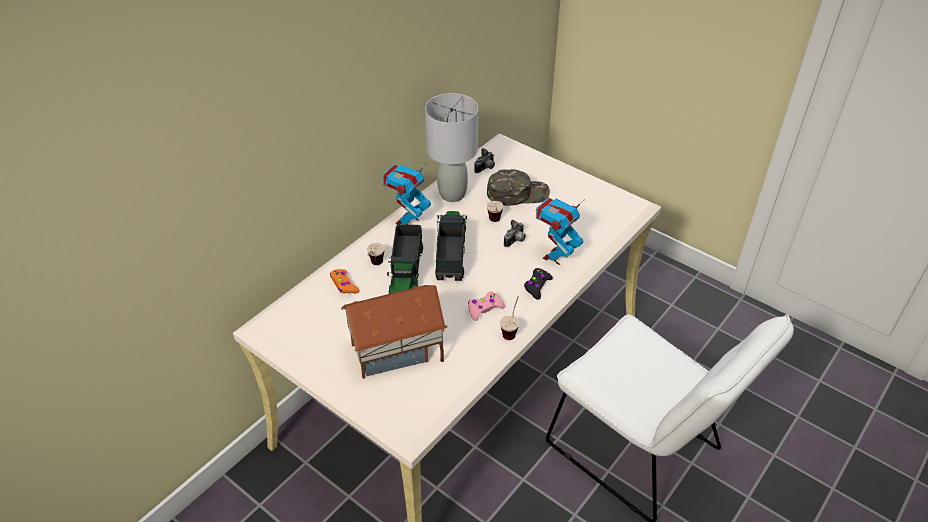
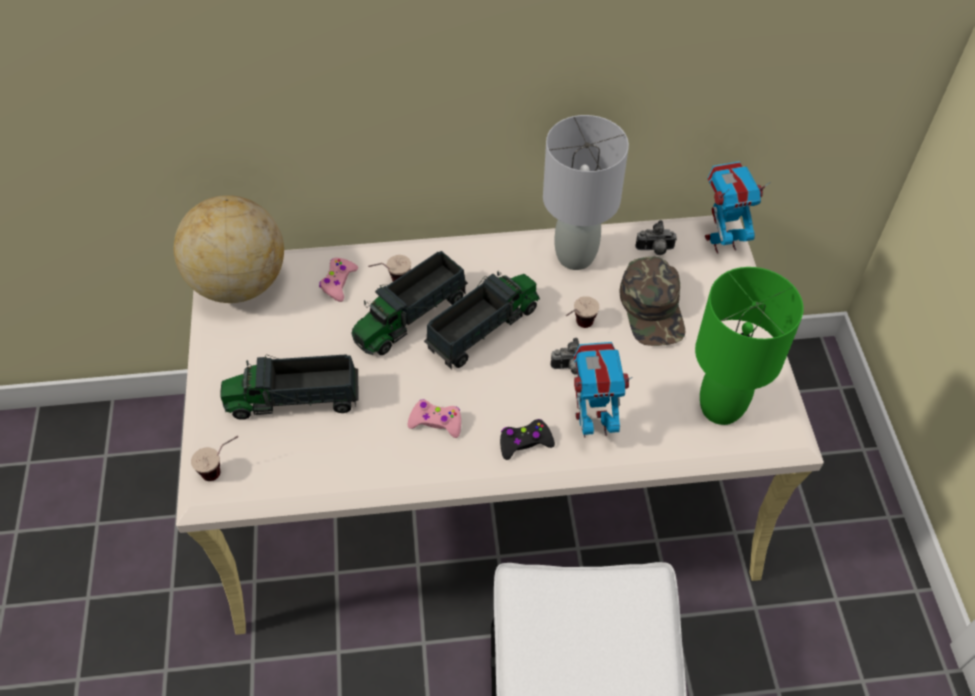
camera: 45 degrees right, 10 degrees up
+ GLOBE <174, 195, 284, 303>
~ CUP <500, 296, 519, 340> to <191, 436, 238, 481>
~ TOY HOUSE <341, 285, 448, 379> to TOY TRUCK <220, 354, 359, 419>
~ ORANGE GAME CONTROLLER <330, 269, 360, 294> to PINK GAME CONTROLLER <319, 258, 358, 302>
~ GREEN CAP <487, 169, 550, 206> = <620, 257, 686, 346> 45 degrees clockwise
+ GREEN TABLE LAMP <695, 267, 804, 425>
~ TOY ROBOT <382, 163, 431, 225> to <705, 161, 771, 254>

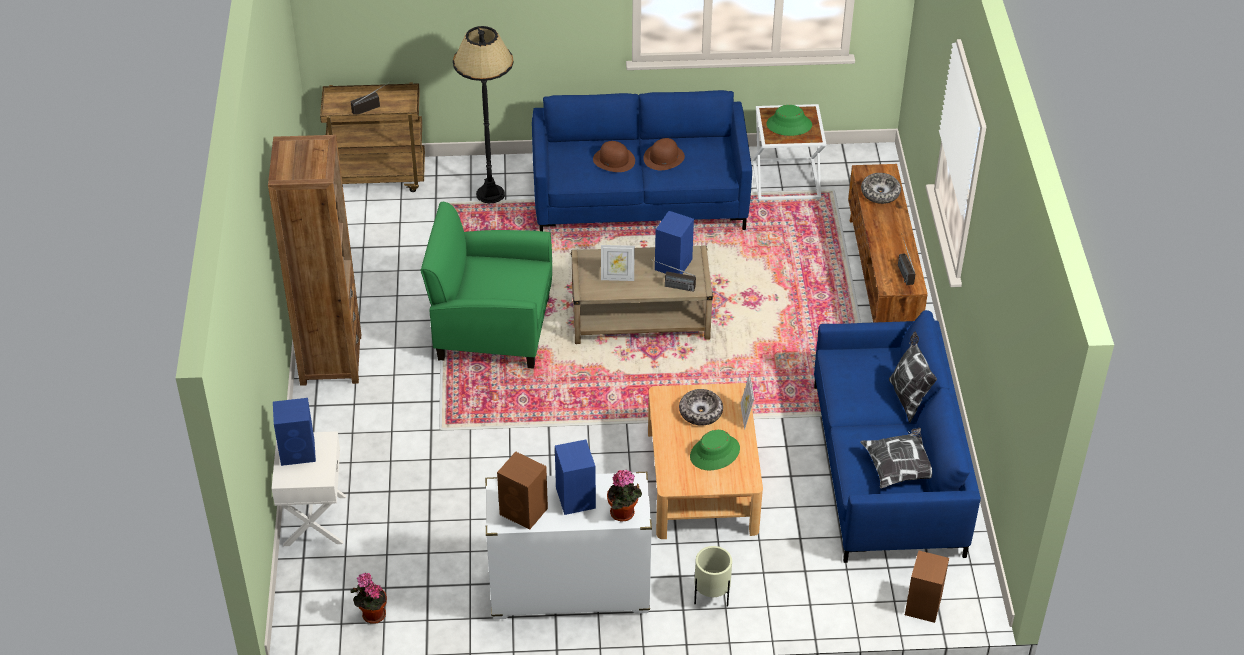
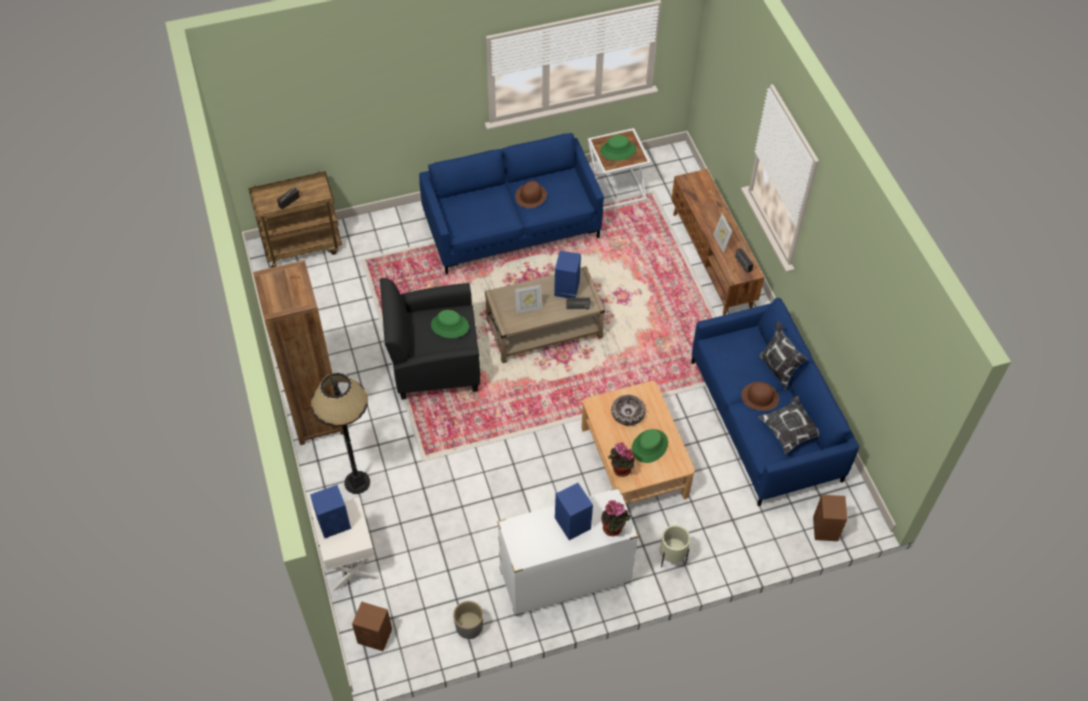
camera: 15 degrees left, 10 degrees up
~ BLACK FLOOR LAMP <453, 26, 514, 203> to <311, 373, 370, 494>
~ BROWN SPEAKER <497, 451, 548, 530> to <352, 601, 392, 651>
~ GREEN ARMCHAIR <420, 202, 552, 369> to BLACK ARMCHAIR <380, 278, 480, 400>
+ GREEN HAT <431, 310, 469, 338>
+ GREY PLANTER <453, 601, 483, 639>
~ POTTED PLANT <351, 573, 387, 624> to <608, 442, 635, 477>
~ PICTURE FRAME <740, 374, 754, 430> to <713, 214, 732, 253>
~ BROWN HAT <593, 141, 635, 172> to <741, 382, 779, 411>
- BOWL <861, 173, 901, 204>

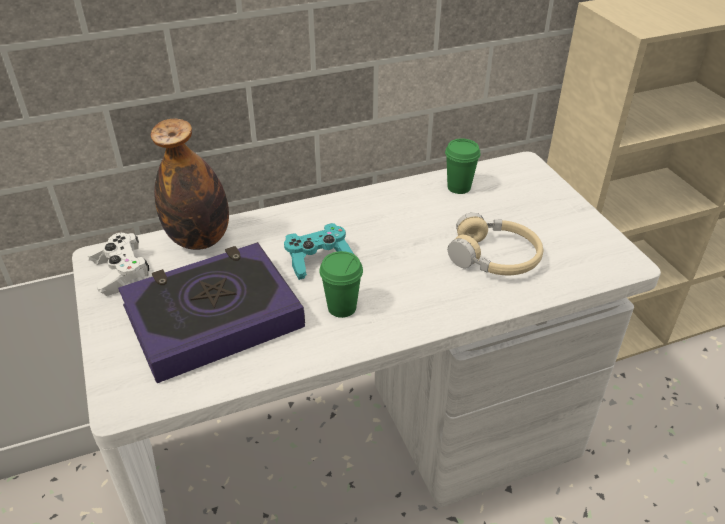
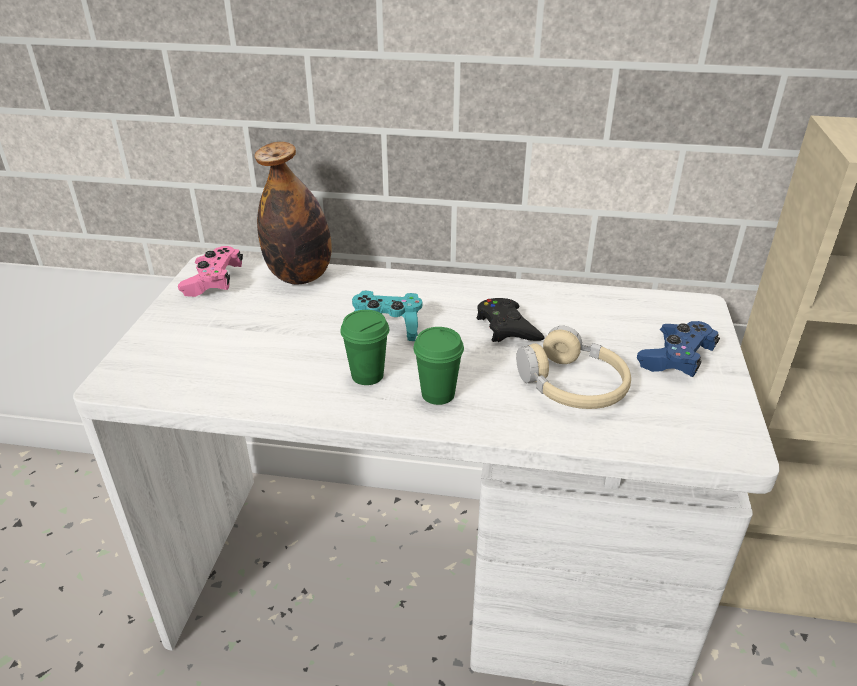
camera: 30 degrees right, 5 degrees down
~ WHITE GAME CONTROLLER <88, 233, 149, 296> to PINK GAME CONTROLLER <178, 246, 243, 297>
~ GREEN CUP <445, 139, 481, 194> to <413, 327, 464, 405>
+ BLACK GAME CONTROLLER <477, 298, 544, 342>
+ BLUE GAME CONTROLLER <637, 321, 720, 377>
- BOOK <118, 242, 305, 383>

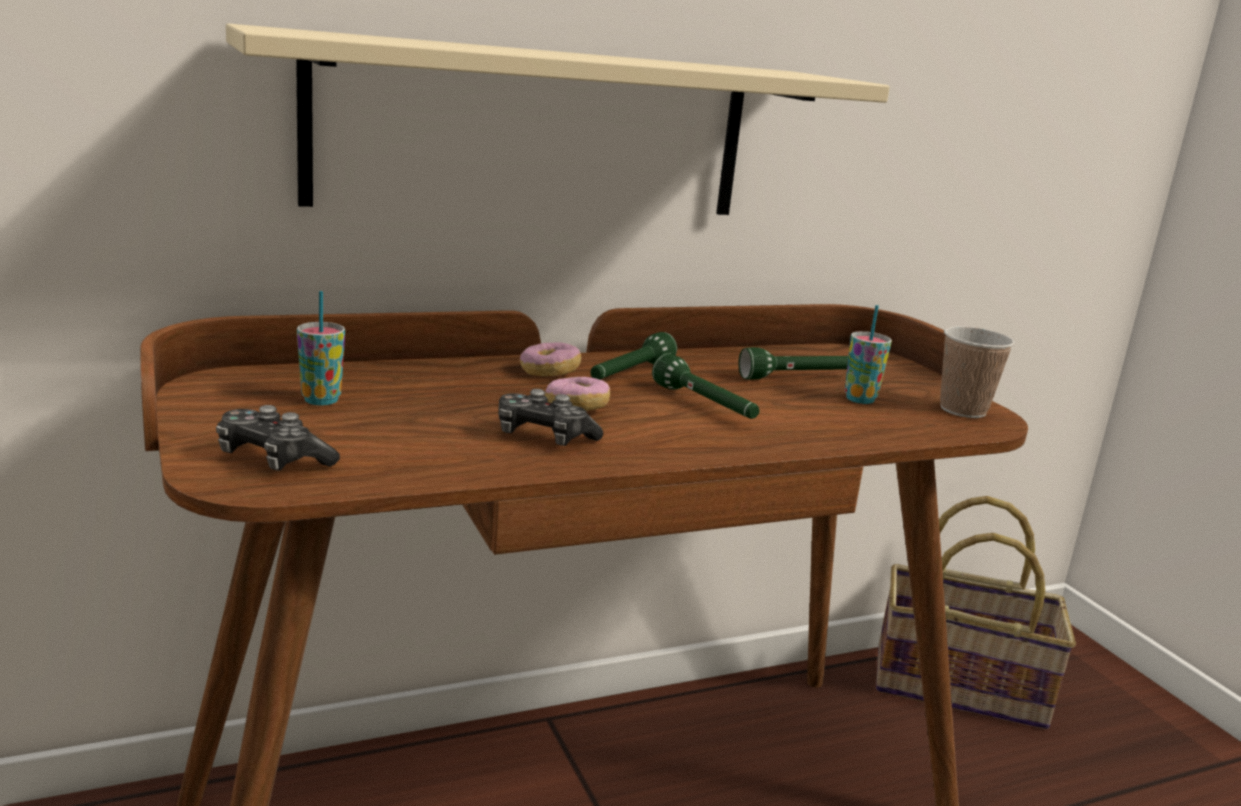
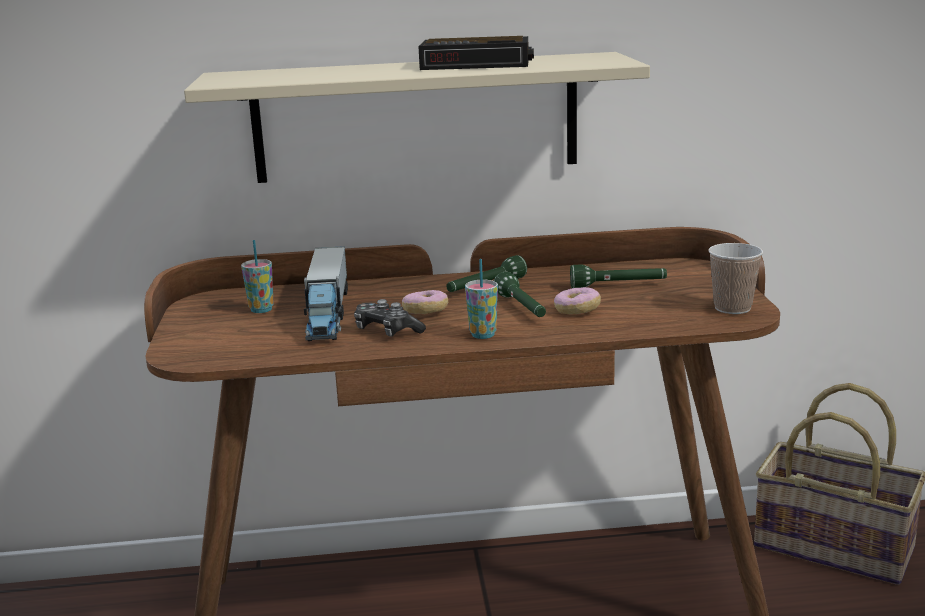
camera: 20 degrees right, 0 degrees up
+ TOY TRUCK <304, 246, 348, 341>
+ ALARM CLOCK <418, 36, 534, 70>
~ CUP <845, 305, 892, 404> to <465, 259, 498, 339>
~ DONUT <520, 342, 581, 376> to <554, 287, 601, 314>
- GAME CONTROLLER <216, 405, 340, 471>

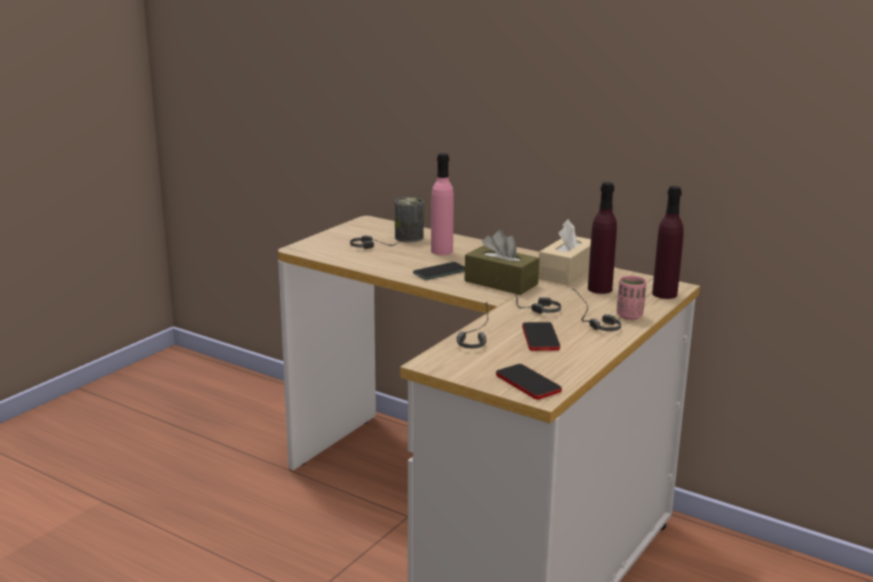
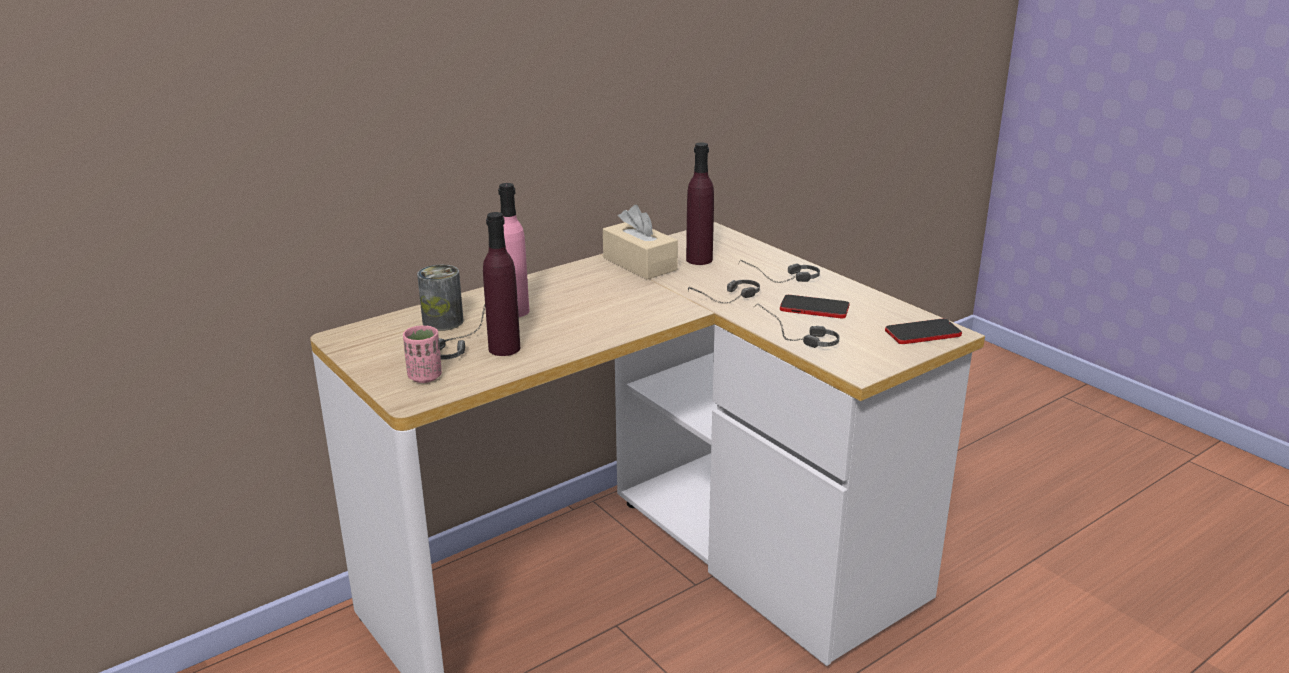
camera: 70 degrees left, 5 degrees up
~ PINK CUP <616, 276, 647, 320> to <403, 326, 442, 383>
~ PURPLE BOTTLE <652, 186, 684, 299> to <483, 212, 520, 356>
- PHONE <413, 262, 465, 280>
- BROWN TISSUE BOX <465, 230, 539, 295>

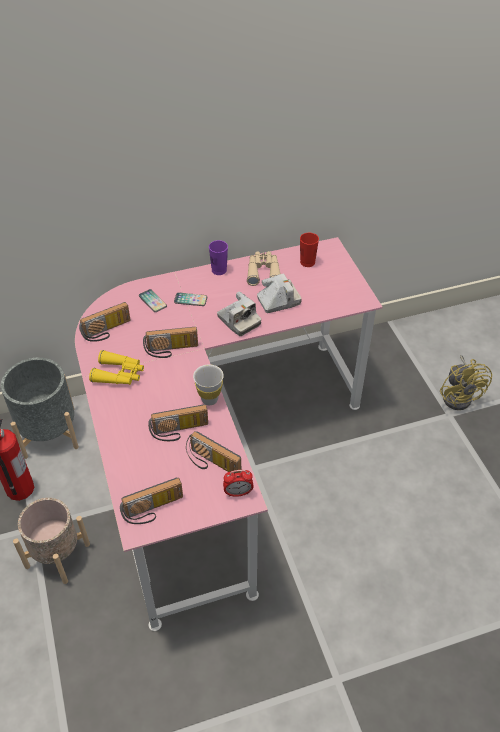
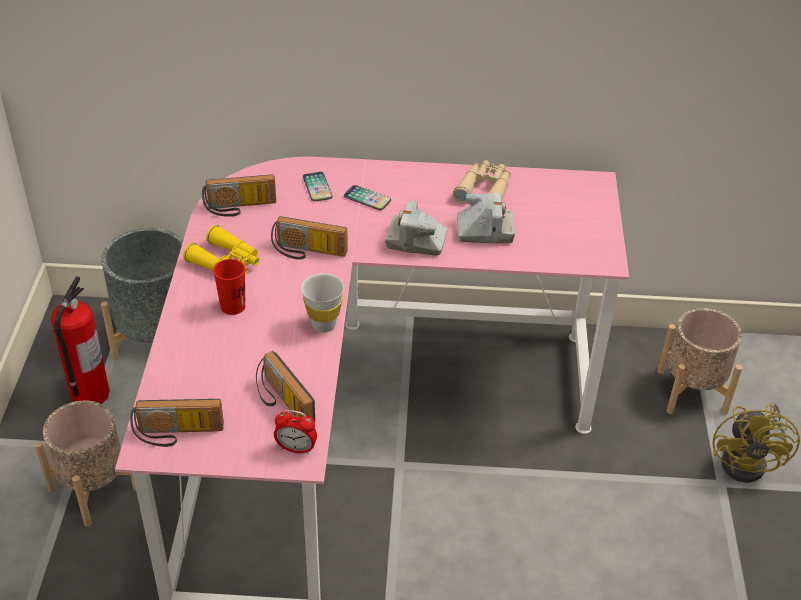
camera: 20 degrees right, 5 degrees down
~ RED CUP <300, 233, 319, 267> to <213, 259, 245, 315>
~ PHOTO CAMERA <217, 291, 261, 336> = <385, 201, 447, 256> 120 degrees clockwise
+ BEIGE PLANTER <657, 308, 743, 415>
- RADIO <148, 404, 208, 441>
- PURPLE CUP <209, 240, 228, 275>

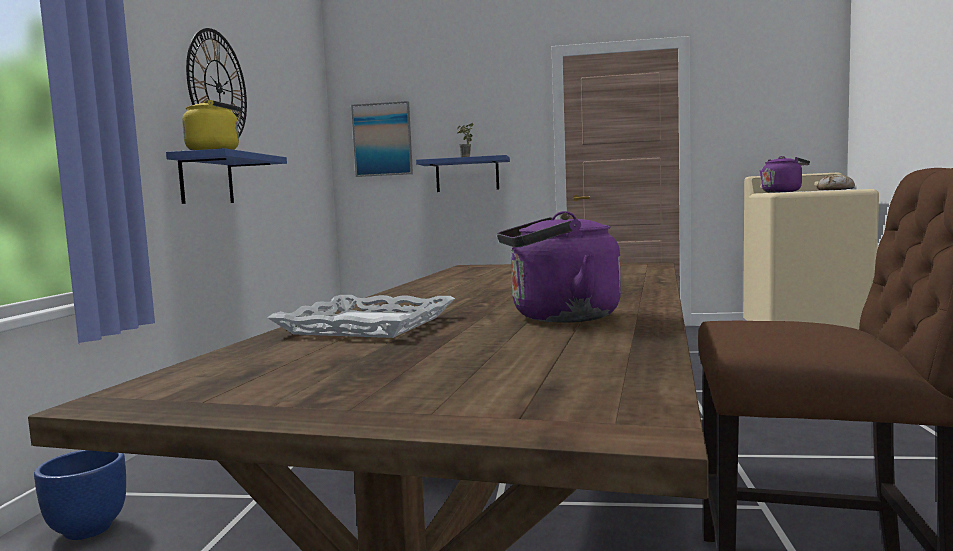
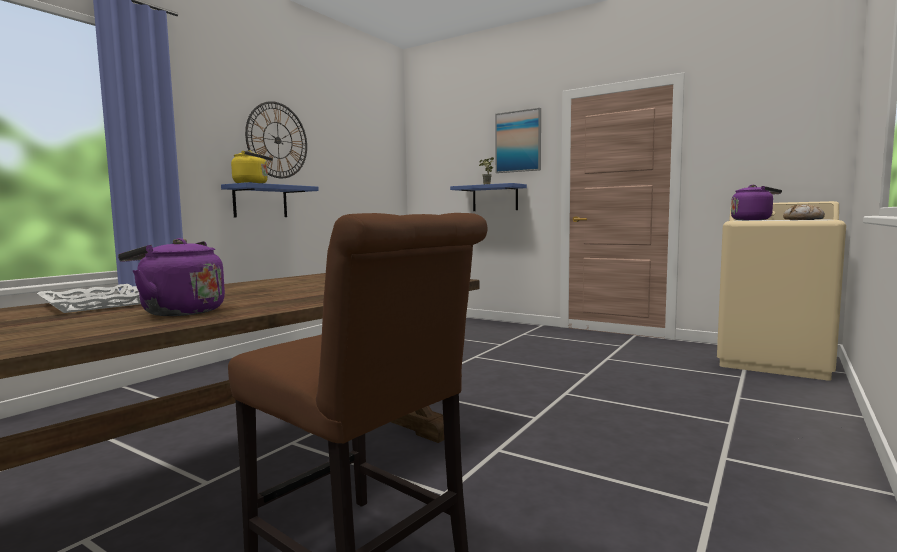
camera: 25 degrees right, 0 degrees up
~ PICTURE <351, 101, 413, 177> to <495, 108, 541, 173>
- BLUE PLANTER <34, 450, 126, 540>

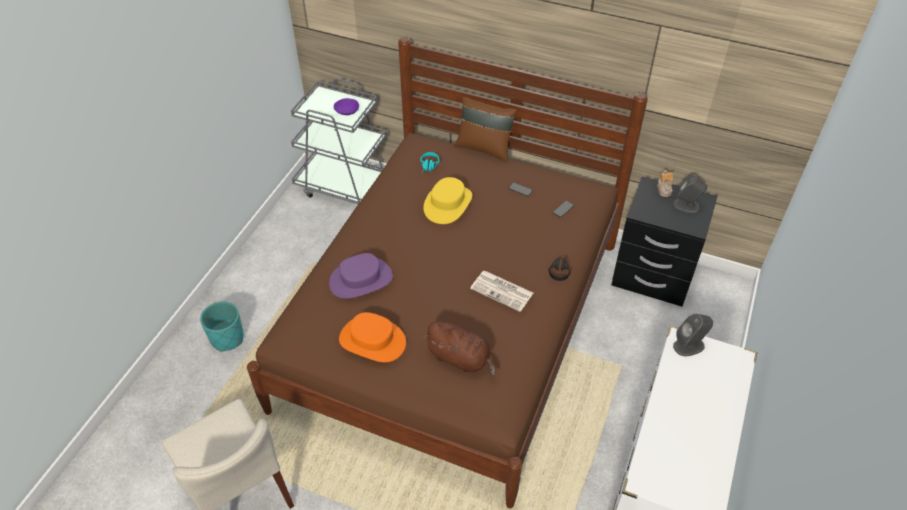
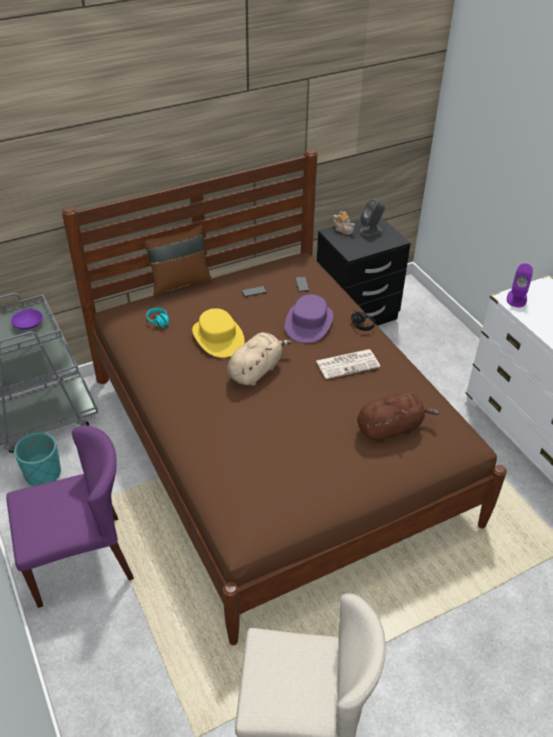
camera: 50 degrees left, 5 degrees down
+ PURPLE CHAIR <6, 425, 134, 608>
~ TURQUOISE PLANTER <200, 301, 244, 351> to <14, 432, 61, 486>
+ BEIGE PLUSH TOY <227, 332, 292, 386>
~ PURPLE HAT <329, 253, 393, 299> to <285, 294, 333, 343>
~ GREY SPEAKER <673, 313, 713, 356> to PURPLE SPEAKER <507, 263, 533, 307>
- ORANGE HAT <339, 312, 406, 362>

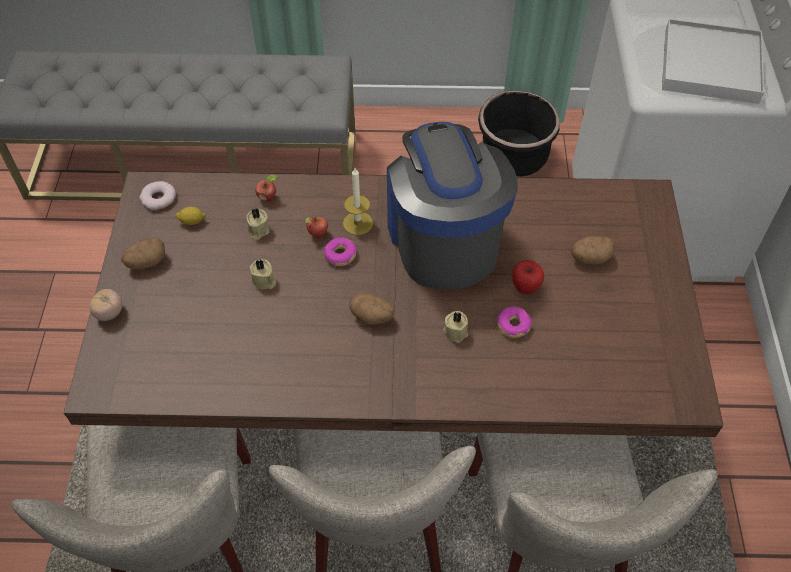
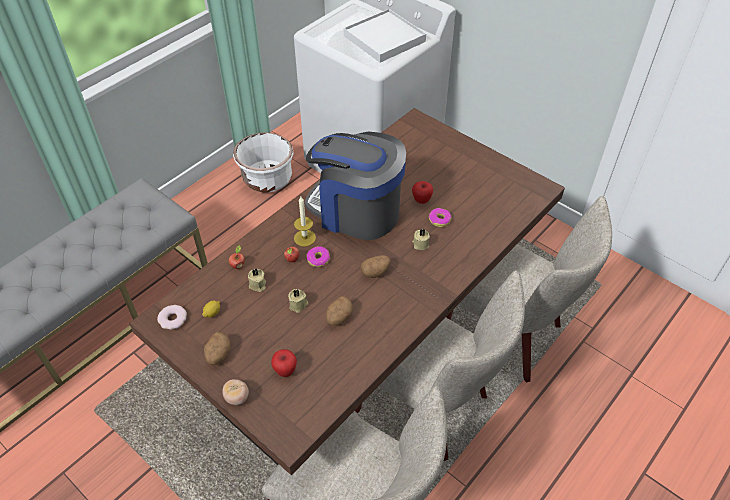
camera: 50 degrees left, 5 degrees down
~ BLACK PLANTER <478, 91, 560, 176> to WHITE PLANTER <233, 132, 294, 193>
+ APPLE <271, 349, 297, 377>
~ POTATO <571, 236, 614, 264> to <326, 296, 353, 326>

